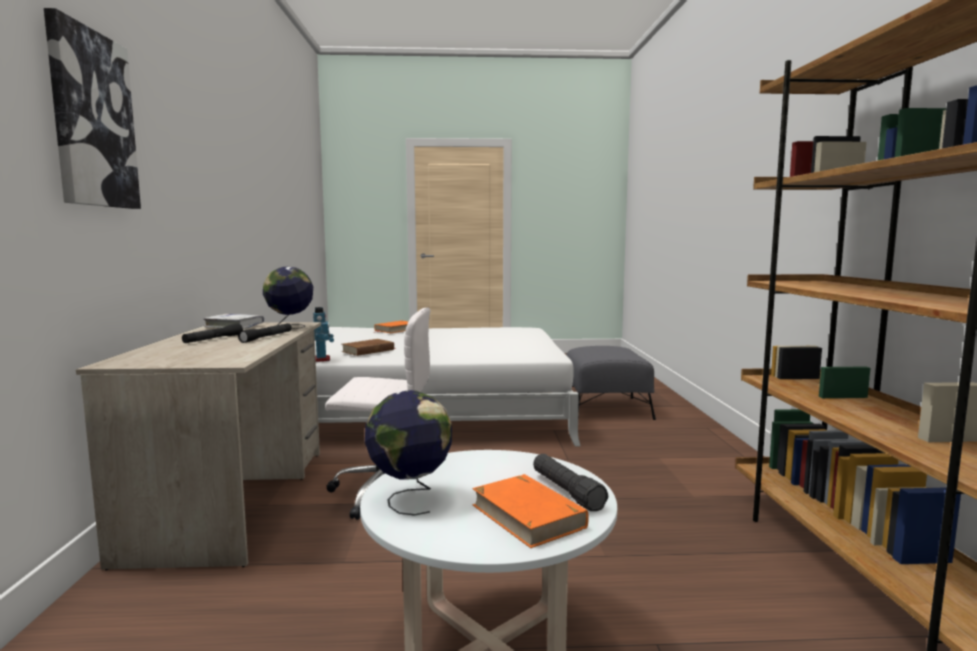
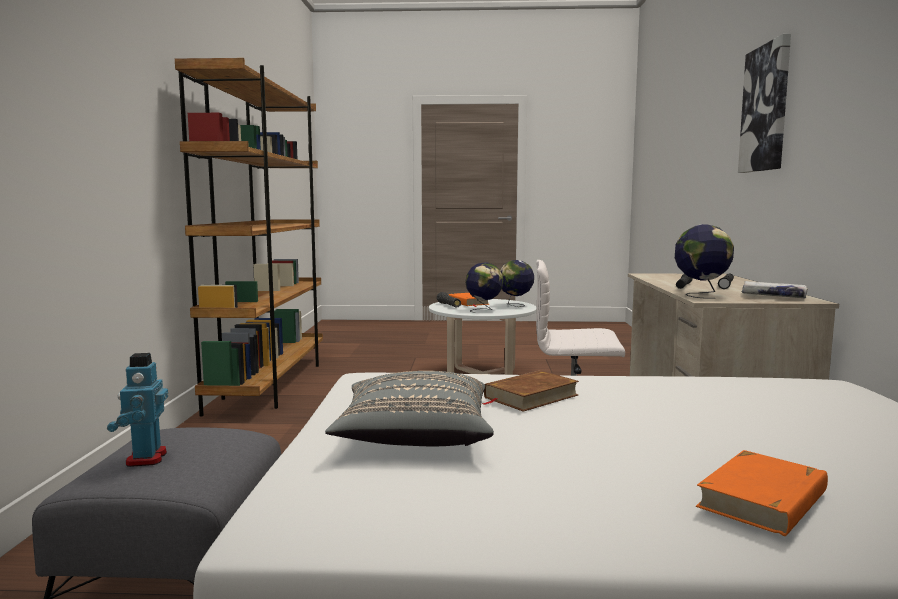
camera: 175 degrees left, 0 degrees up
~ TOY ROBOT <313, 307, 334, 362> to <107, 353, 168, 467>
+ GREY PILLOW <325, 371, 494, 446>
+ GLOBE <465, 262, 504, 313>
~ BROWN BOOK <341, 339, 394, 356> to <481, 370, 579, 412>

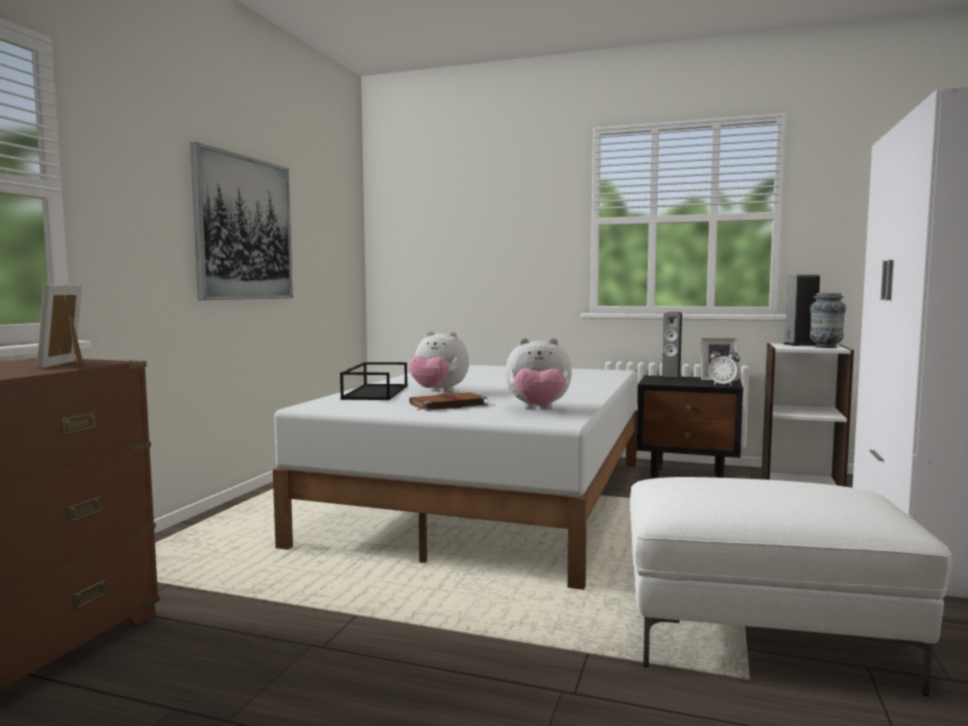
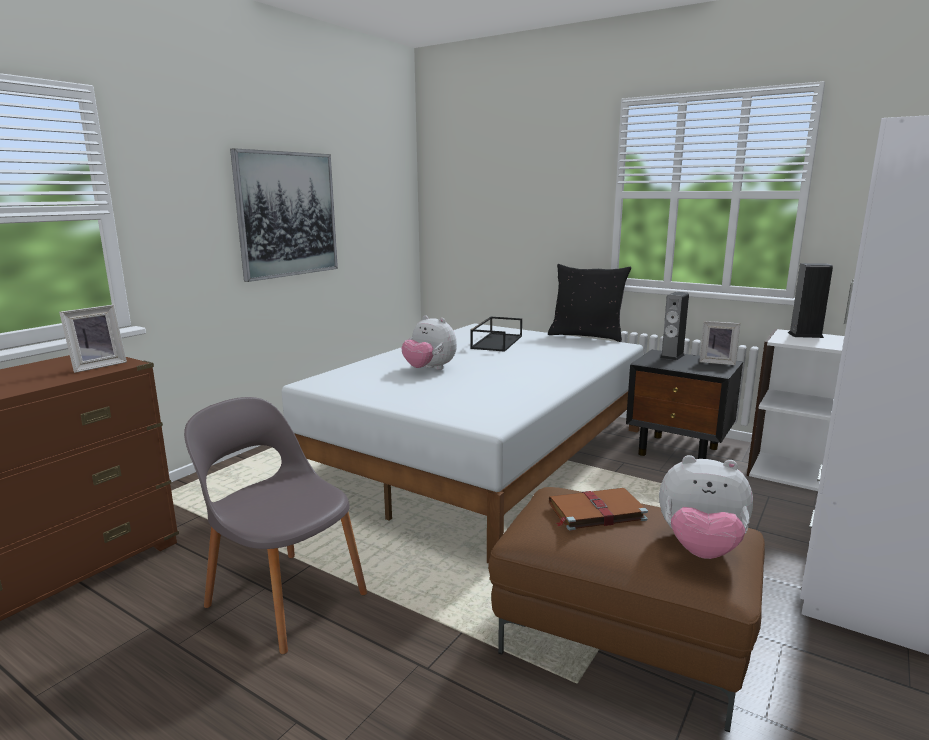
camera: 15 degrees right, 10 degrees up
~ PICTURE FRAME <37, 285, 84, 368> = <59, 305, 127, 373> 150 degrees counterclockwise
+ GREY CHAIR <184, 397, 367, 654>
~ BLACK TRAY <340, 362, 407, 400> to <470, 317, 522, 352>
~ WHITE OTTOMAN <630, 477, 952, 696> to BROWN OTTOMAN <488, 487, 765, 732>
+ BLACK PILLOW <548, 264, 631, 342>
~ BROWN BOOK <409, 392, 487, 411> to <549, 488, 648, 531>
~ PLUSH TOY <505, 338, 572, 409> to <659, 455, 753, 559>
- ALARM CLOCK <709, 346, 740, 386>
- VASE <810, 293, 846, 348>

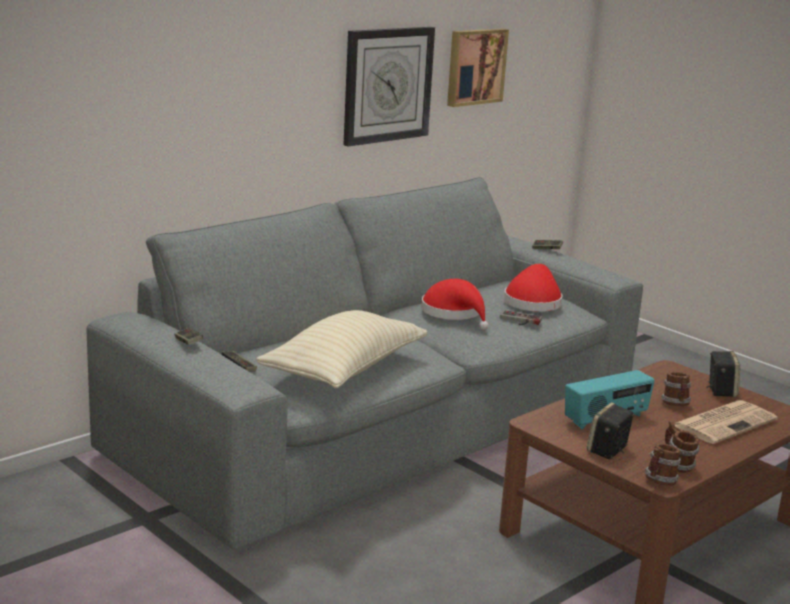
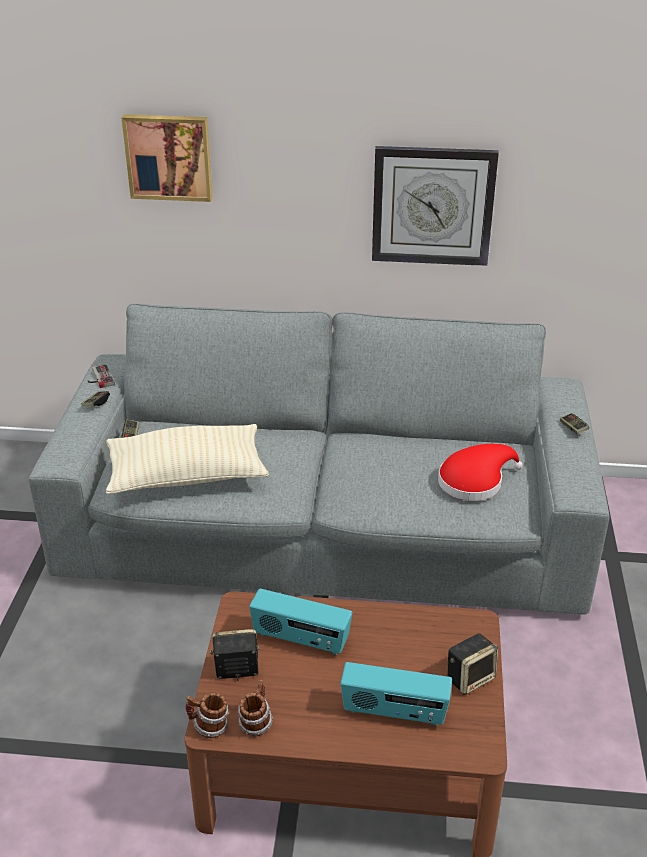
camera: 50 degrees right, 15 degrees up
~ GAME CONTROLLER <500, 310, 542, 325> to <87, 364, 115, 388>
~ PICTURE <447, 29, 509, 107> to <122, 114, 213, 202>
~ NEWSPAPER <675, 400, 778, 444> to RADIO <340, 662, 452, 726>
- RED HAT <421, 279, 489, 330>
- MUG <661, 372, 691, 406>

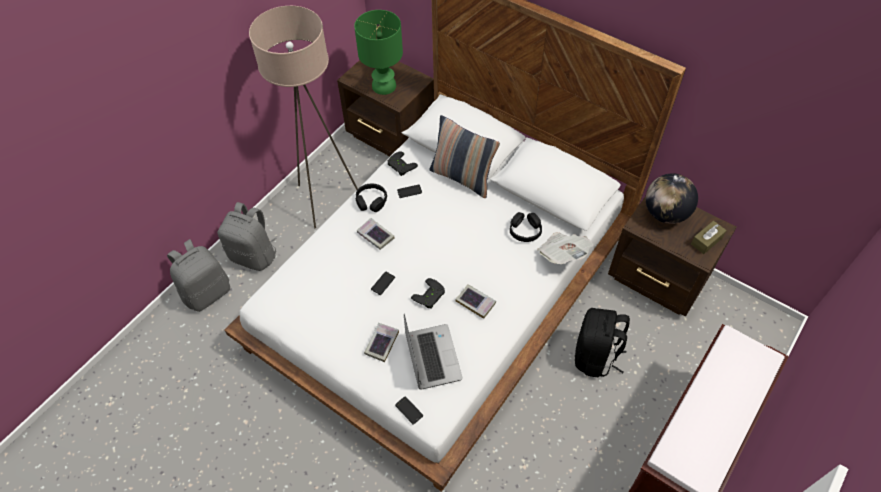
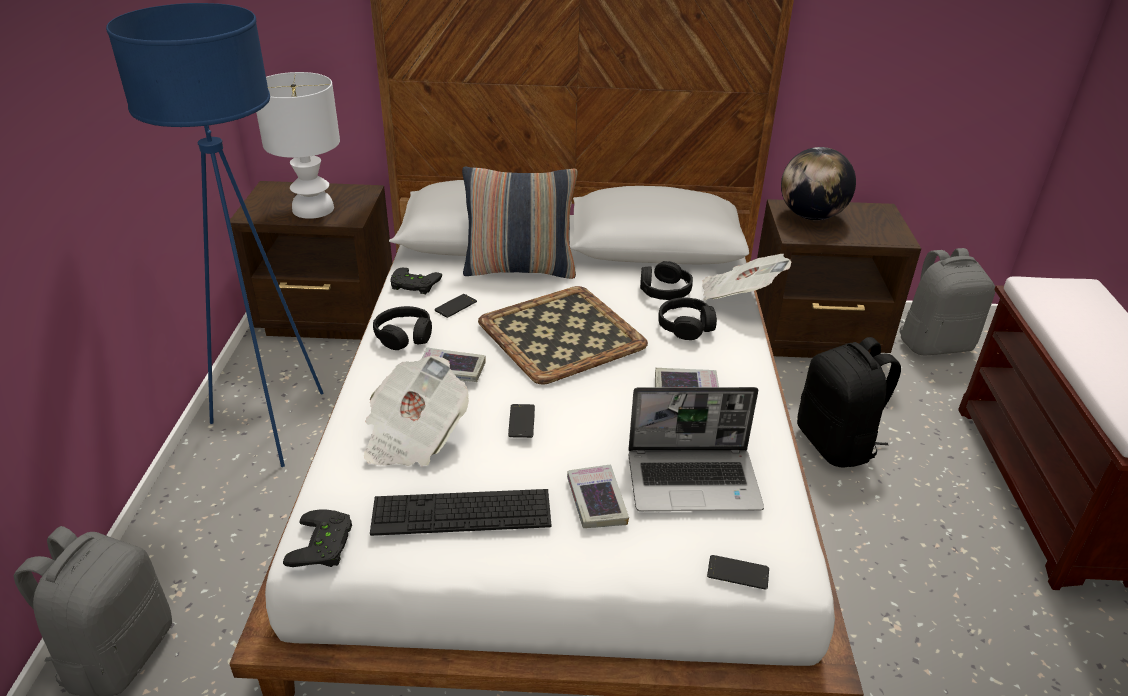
camera: 35 degrees left, 20 degrees down
~ BEIGE FLOOR LAMP <249, 6, 358, 228> to BLUE FLOOR LAMP <106, 3, 323, 467>
~ GREEN TABLE LAMP <354, 10, 403, 95> to WHITE TABLE LAMP <256, 72, 340, 219>
~ BLACK GAME CONTROLLER <411, 278, 445, 309> to <283, 509, 352, 567>
+ NEWSPAPER <364, 356, 469, 466>
+ KEYBOARD <370, 489, 551, 536>
+ TRAY <478, 286, 648, 385>
~ LAPTOP <404, 314, 463, 390> = <628, 387, 764, 511> 135 degrees clockwise
+ BLACK HEADPHONES <658, 297, 717, 340>
~ GREY BACKPACK <217, 202, 277, 271> to <899, 248, 995, 356>
- BROWN TISSUE BOX <691, 221, 727, 254>

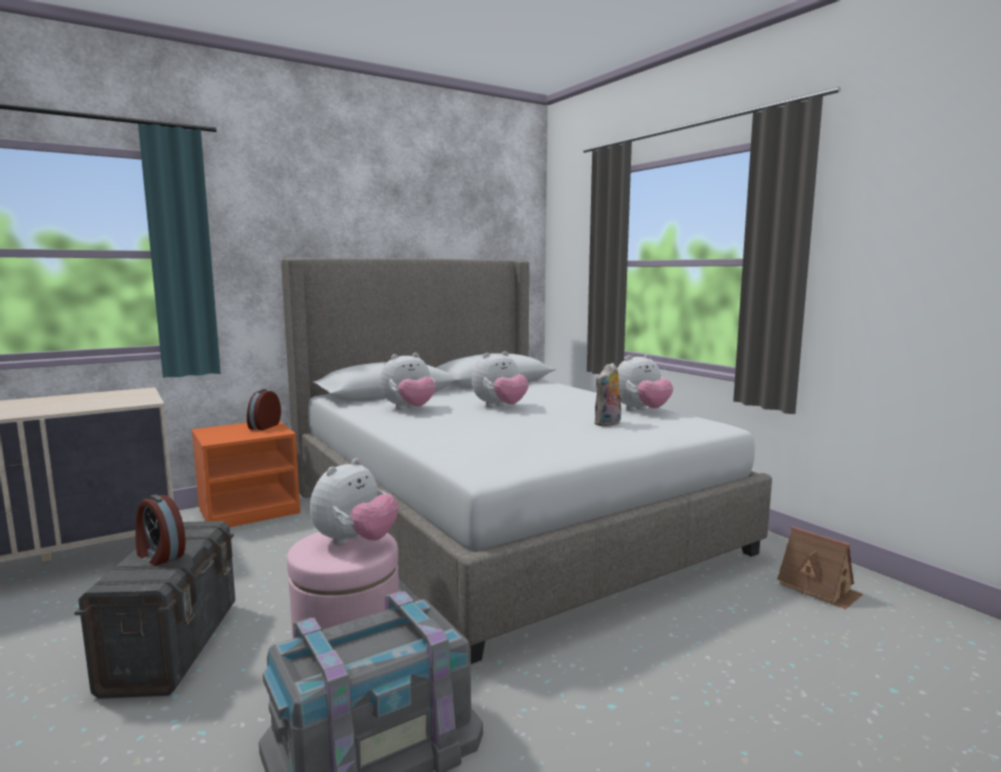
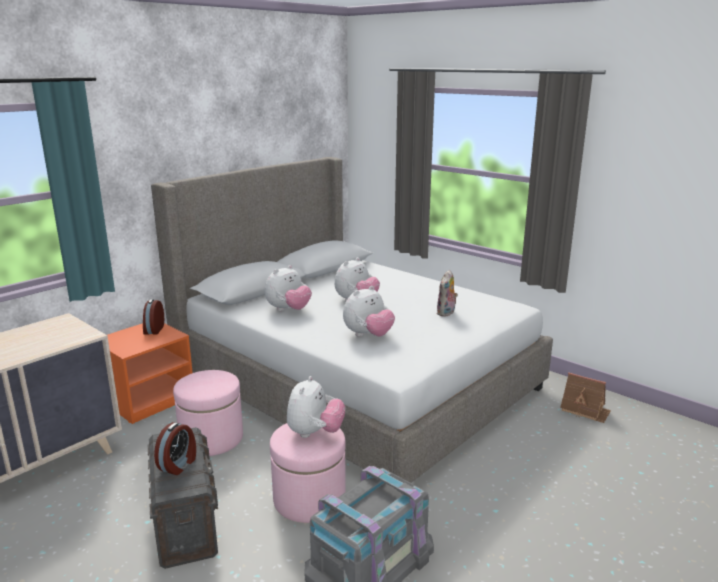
camera: 15 degrees left, 10 degrees up
~ ALARM CLOCK <135, 495, 186, 566> = <154, 422, 196, 475> 90 degrees counterclockwise
+ PINK OTTOMAN <173, 370, 243, 456>
~ PLUSH TOY <617, 354, 673, 411> to <343, 286, 395, 337>

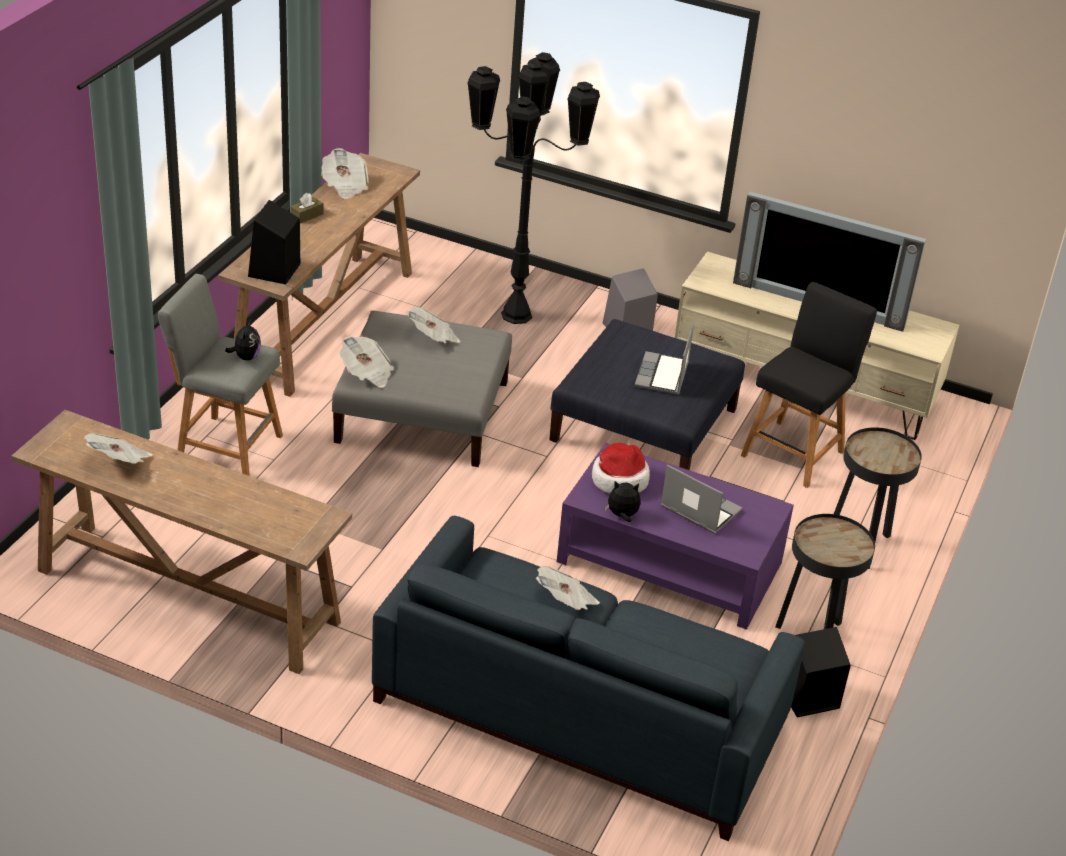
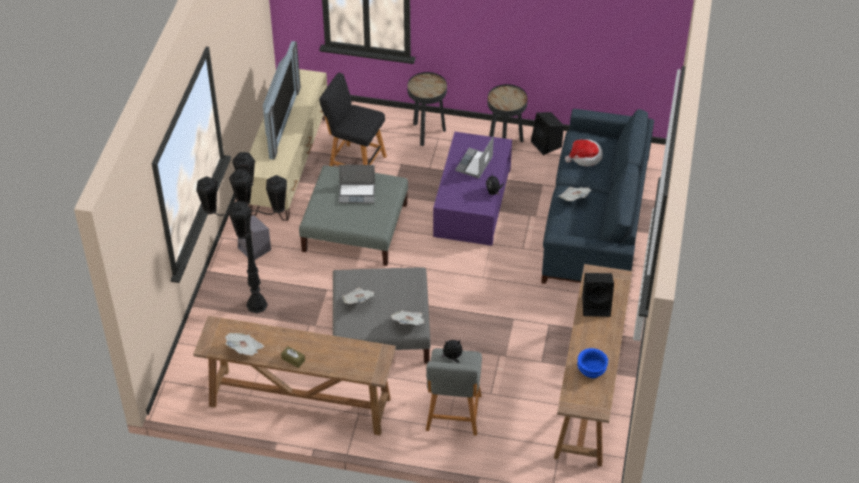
camera: 100 degrees left, 10 degrees up
~ BLUE OTTOMAN <549, 319, 745, 470> to GREY OTTOMAN <299, 165, 408, 266>
~ HAT <592, 443, 650, 494> to <565, 139, 603, 166>
~ NEWSPAPER <84, 433, 153, 464> to BLUE BOWL <577, 348, 608, 378>
~ BLACK SPEAKER <248, 200, 300, 284> to <582, 273, 614, 317>

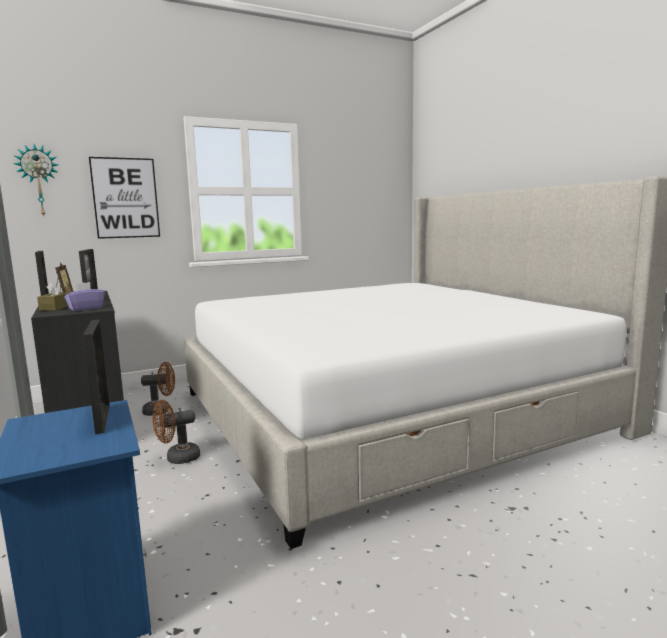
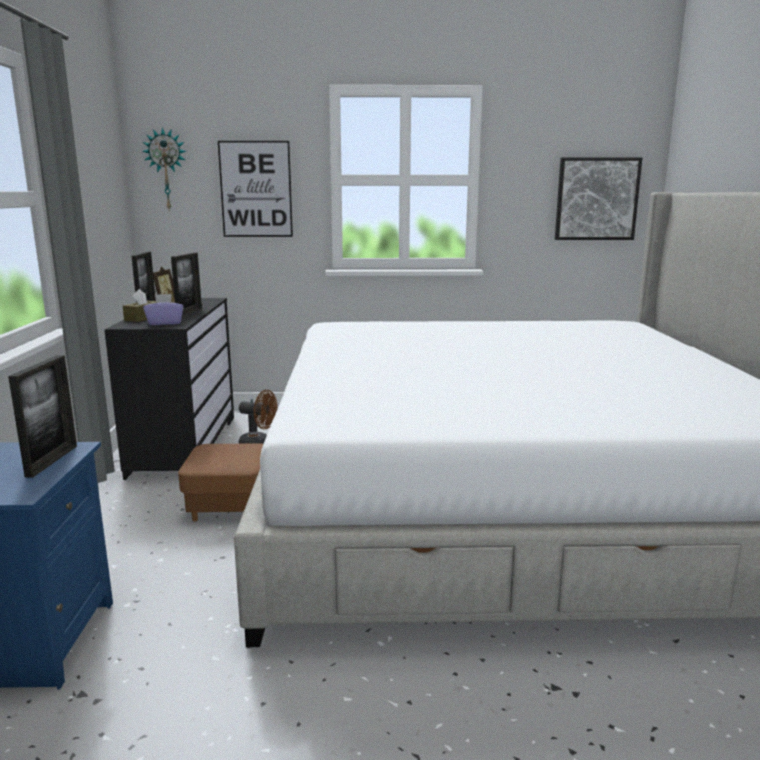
camera: 25 degrees right, 5 degrees up
~ BROWN FAN <152, 400, 200, 464> to BROWN OTTOMAN <178, 443, 263, 522>
+ PICTURE <555, 157, 642, 240>

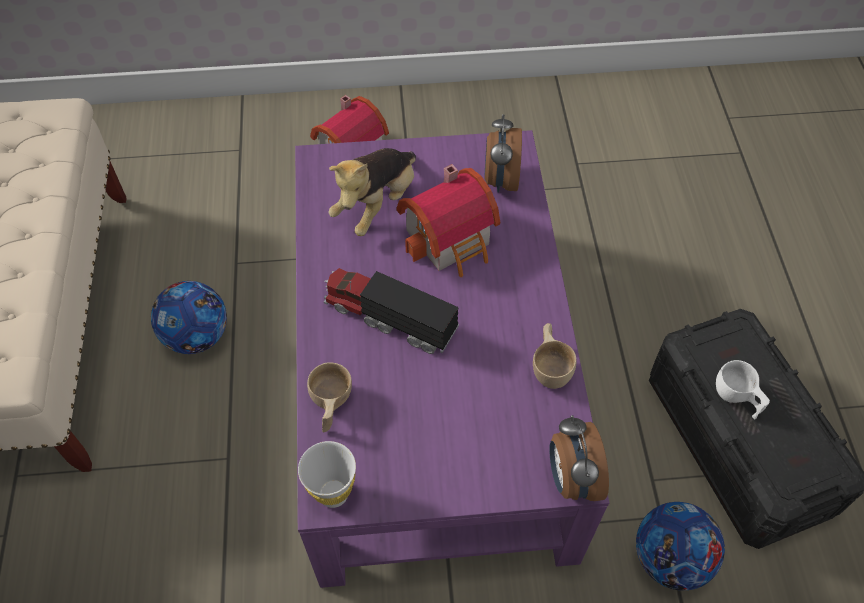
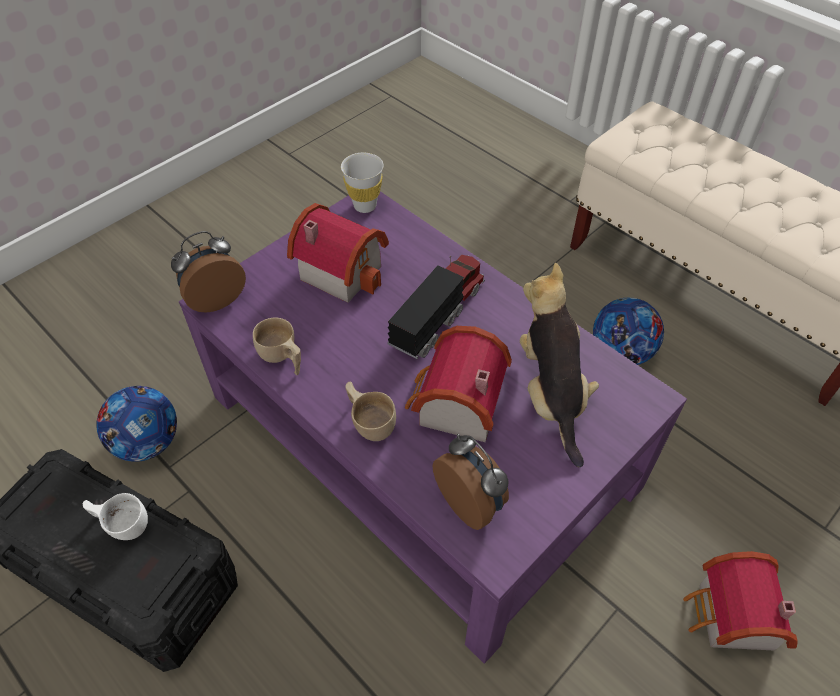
camera: 140 degrees right, 5 degrees down
~ ALARM CLOCK <549, 415, 609, 501> = <171, 231, 246, 313> 75 degrees counterclockwise
+ TOY HOUSE <287, 203, 389, 303>
~ BEIGE CUP <307, 362, 352, 432> to <345, 382, 396, 441>
~ TOY TRUCK <324, 268, 459, 354> = <387, 255, 485, 359> 45 degrees counterclockwise

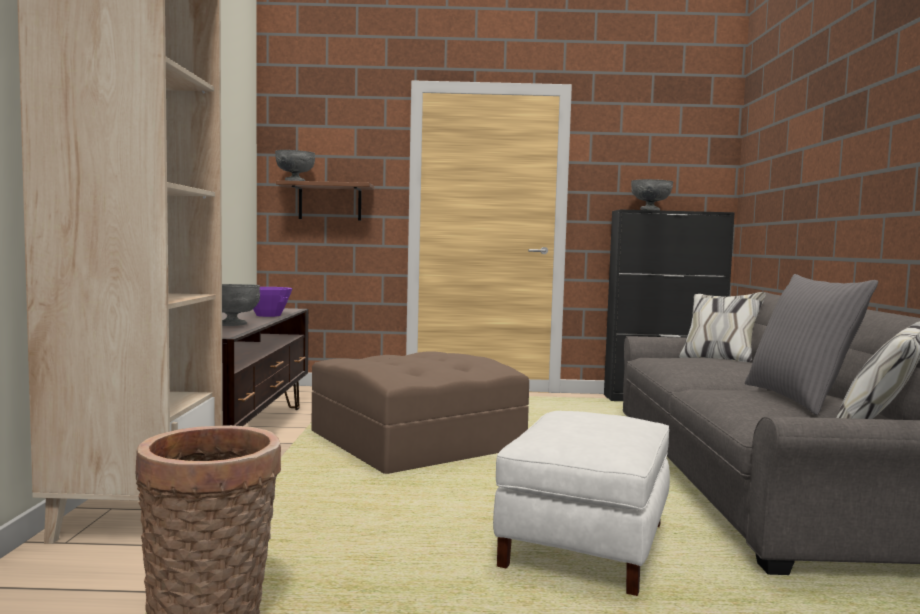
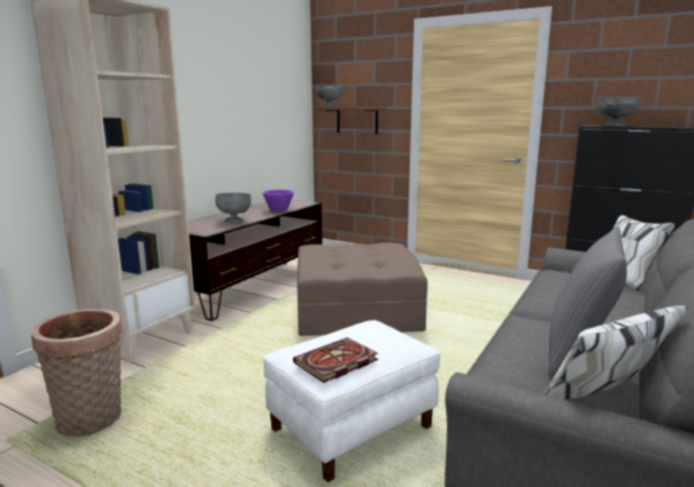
camera: 30 degrees right, 10 degrees up
+ BOOK <293, 337, 378, 383>

